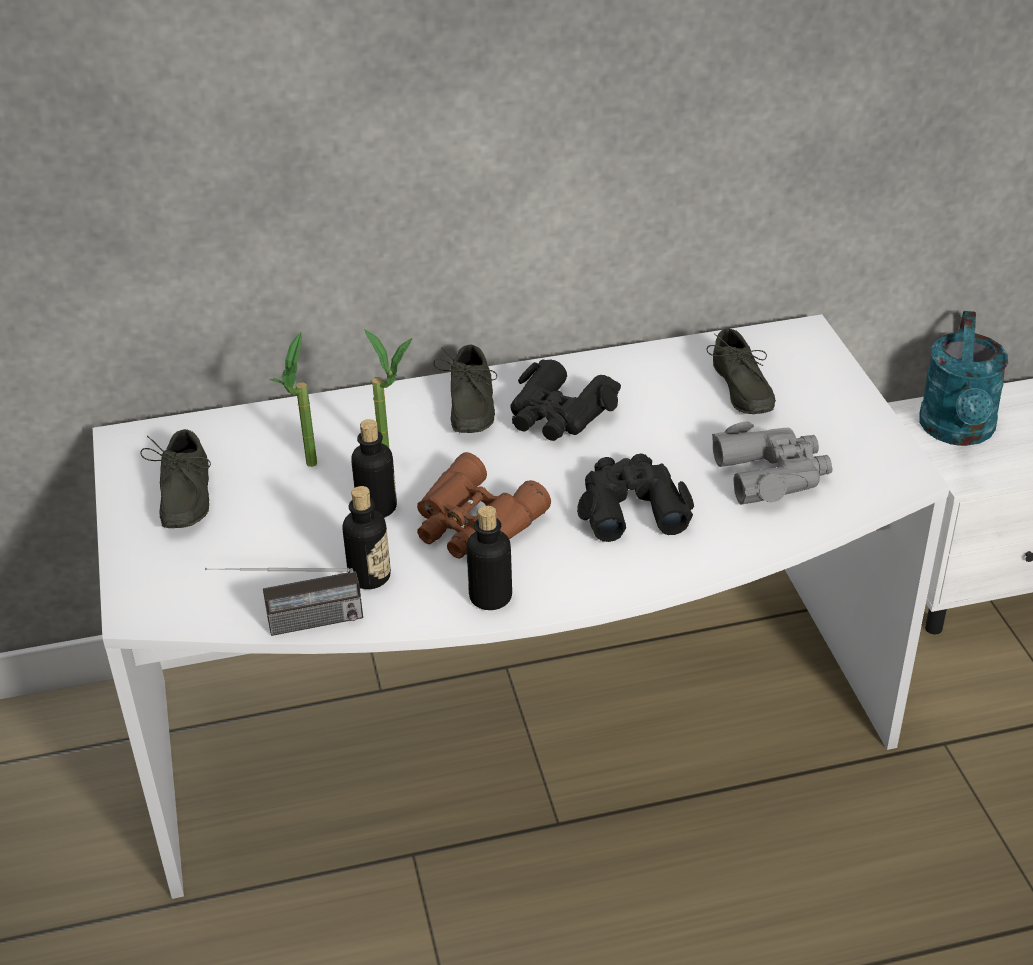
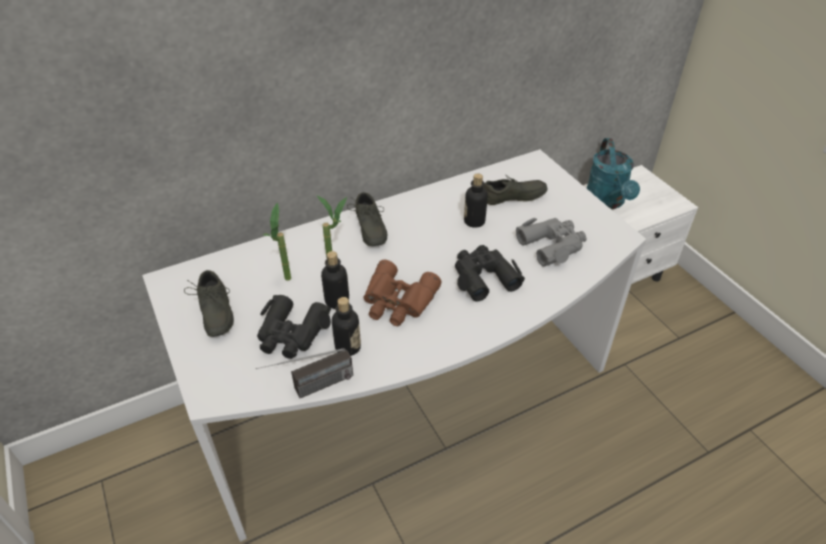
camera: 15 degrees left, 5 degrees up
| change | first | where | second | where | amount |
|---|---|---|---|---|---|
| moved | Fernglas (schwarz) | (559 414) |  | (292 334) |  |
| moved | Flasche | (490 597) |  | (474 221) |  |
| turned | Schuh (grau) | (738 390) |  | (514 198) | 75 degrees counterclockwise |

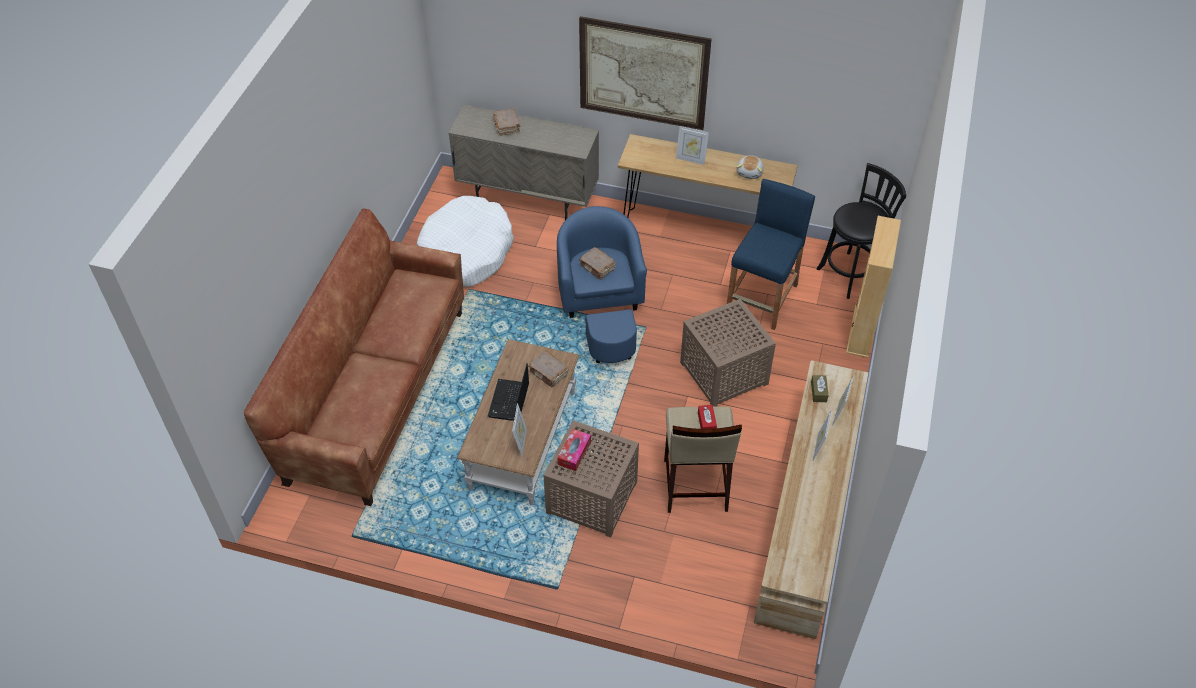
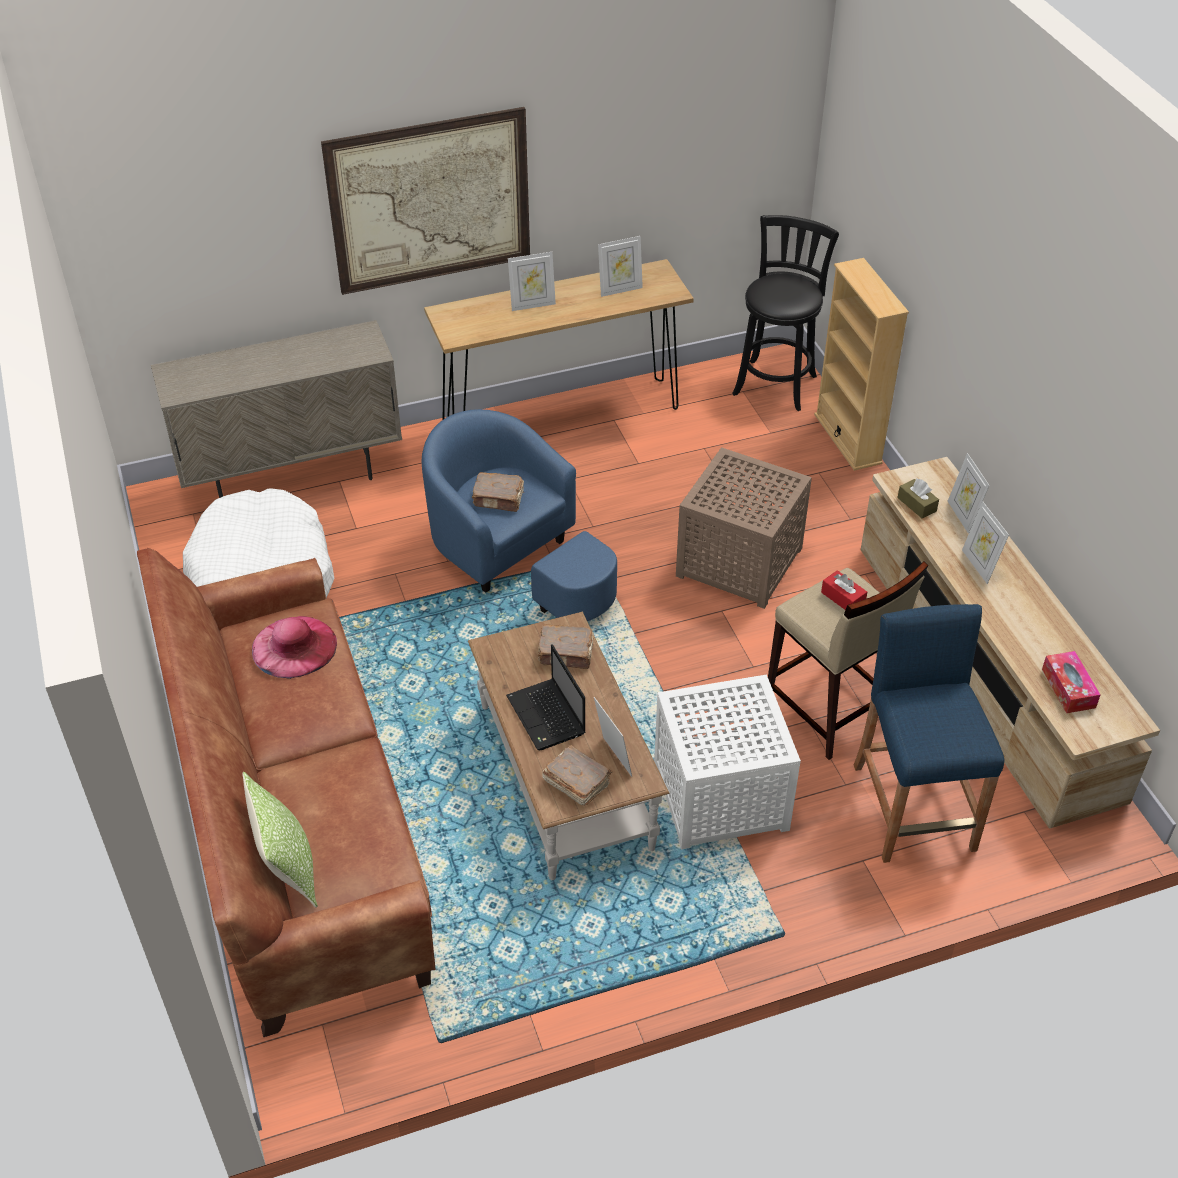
camera: 35 degrees left, 5 degrees down
| change | first | where | second | where | amount |
|---|---|---|---|---|---|
| added |  |  | Kissen | (288 868) |  |
| added |  |  | Hut (rosa) | (294 646) |  |
| moved | Buch (braun) | (507 126) |  | (576 782) |  |
| replaced | Plüschtier | (750 172) | Bilderrahmen | (620 289) |  |
| recoloured | Beistelltisch (braun) | (591 496) | Beistelltisch (weiß) | (718 795) |  |
| moved | Hocker (blau) | (762 298) |  | (913 807) |  |
| moved | Taschentuchbox | (574 453) |  | (1068 688) |  |

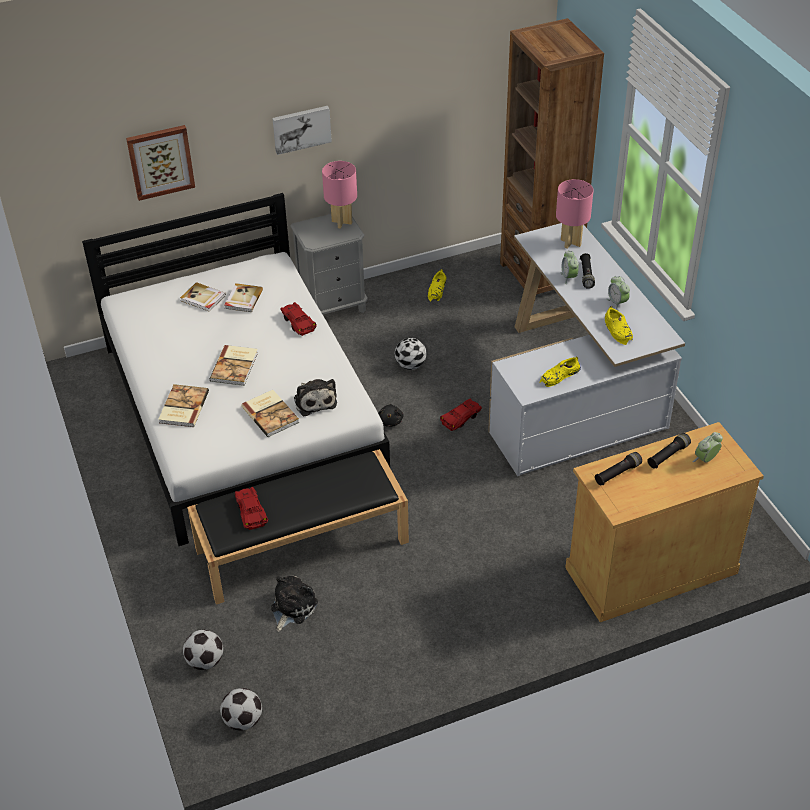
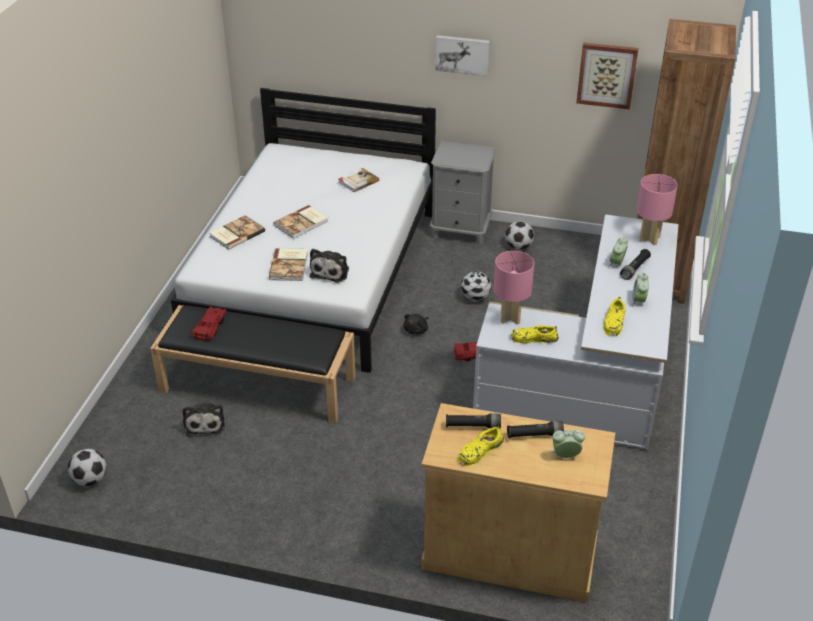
camera: 35 degrees right, 5 degrees down
| change | first | where | second | where | amount |
|---|---|---|---|---|---|
| turned | Plüschtier | (292 607) |  | (205 423) | 105 degrees clockwise |
| moved | Schuh (gelb) | (437 290) |  | (479 451) |  |
| moved | Tischlampe (rosa) | (342 222) |  | (510 318) |  |
| moved | Fußball | (205 661) |  | (518 247) |  |
| moved | Bild | (160 161) |  | (607 75) |  |
| removed | Buch | (203 298) |  |  |  |
| removed | Spielzeugauto (rot) | (298 322) |  |  |  |

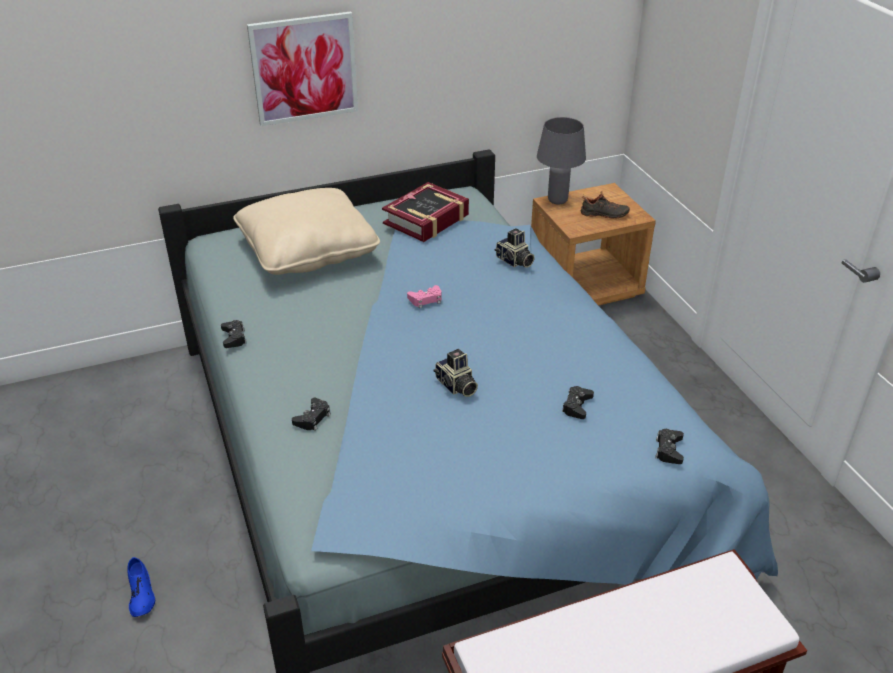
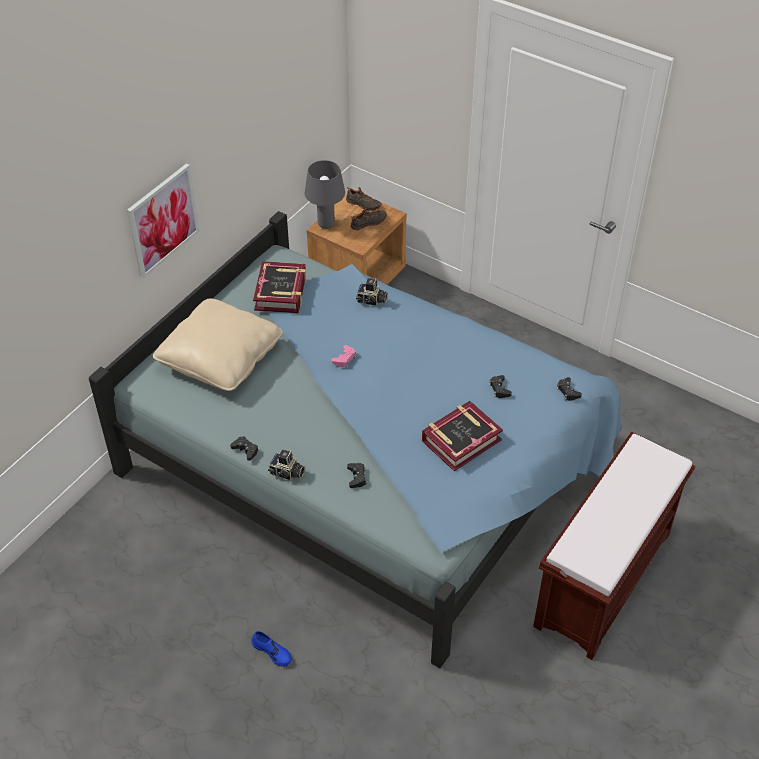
camera: 35 degrees left, 10 degrees up
| change | first | where | second | where | amount |
|---|---|---|---|---|---|
| moved | Kamera | (456 386) |  | (287 473) |  |
| added |  |  | Schuh (schwarz) | (363 205) |  |
| added |  |  | Buch | (461 440) |  |

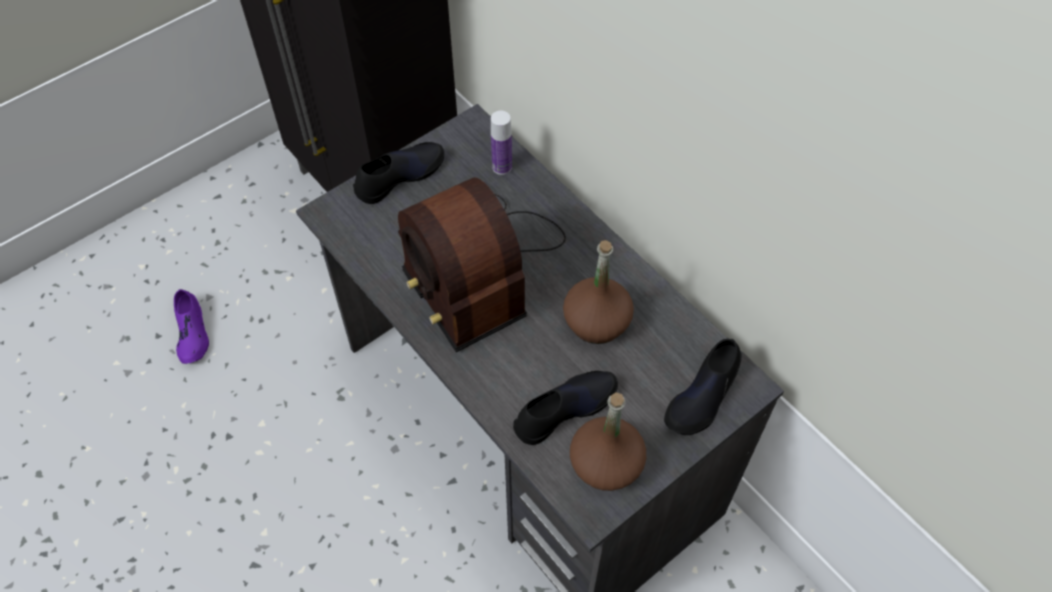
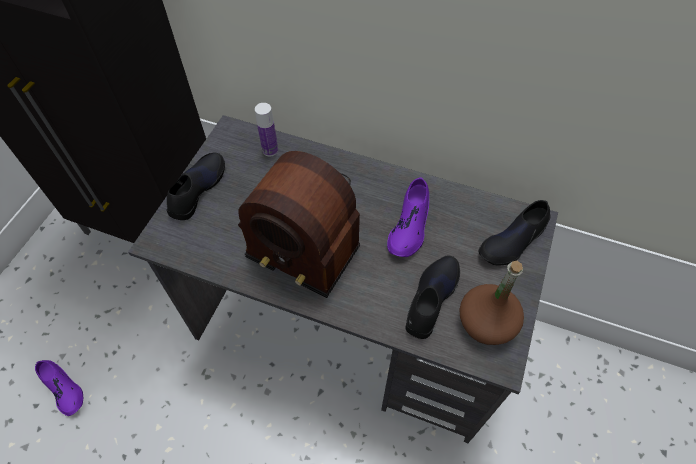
camera: 30 degrees left, 0 degrees up
| change | first | where | second | where | amount |
|---|---|---|---|---|---|
| replaced | Flasche (braun) | (597 322) | Schuh (lila) | (409 226) |  |
| turned | Schuh (schwarz) | (703 395) |  | (513 241) | 45 degrees clockwise |

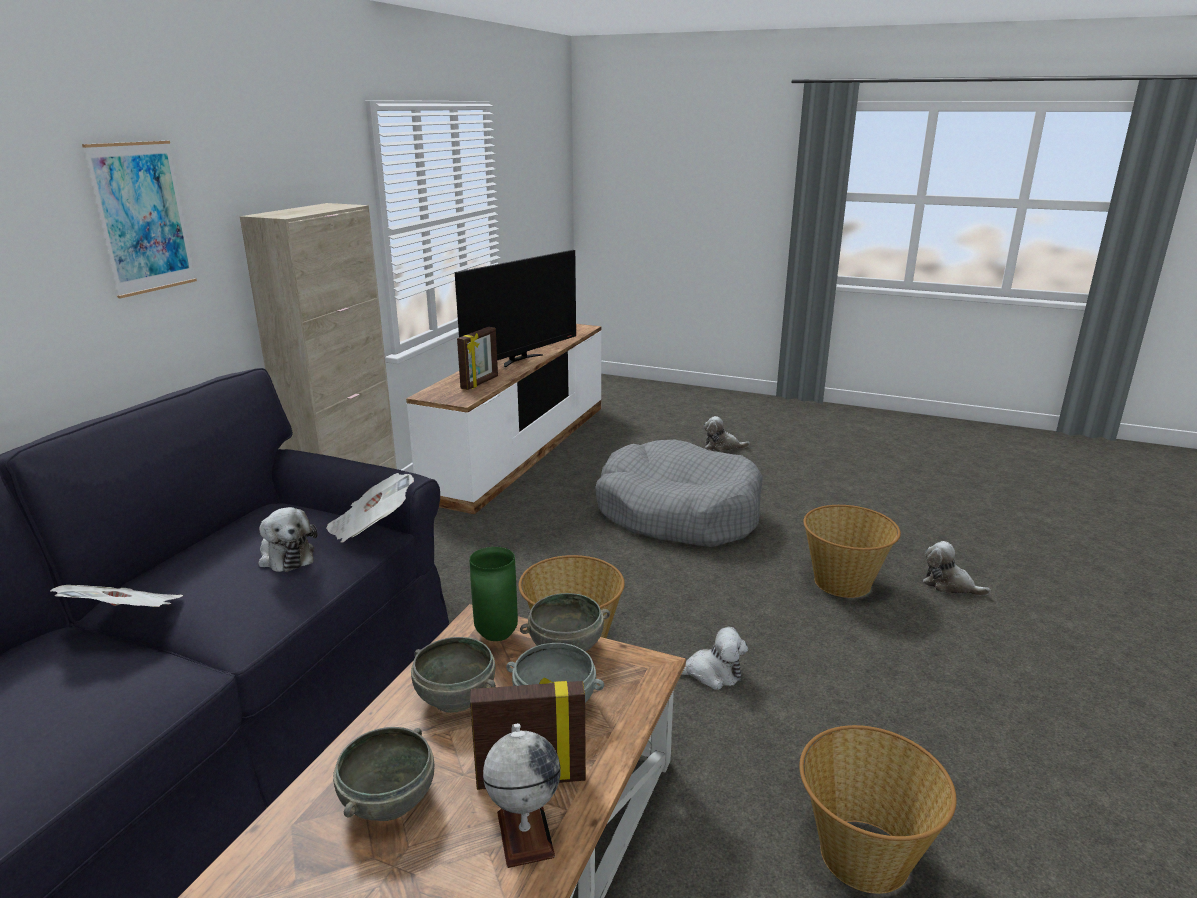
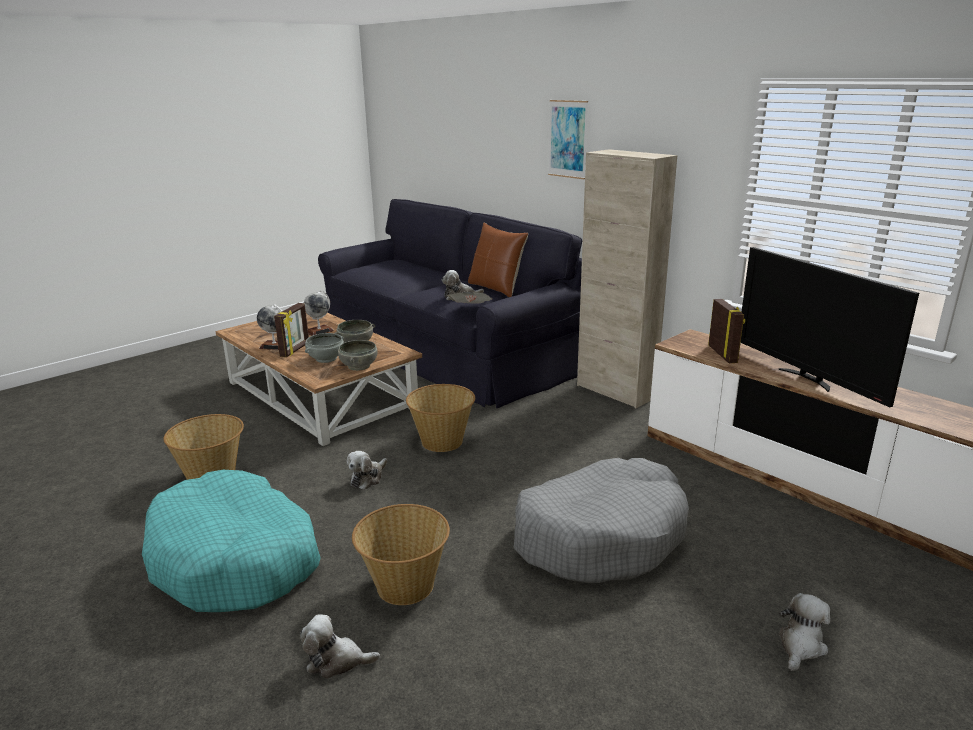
camera: 115 degrees right, 0 degrees up
| change | first | where | second | where | amount |
|---|---|---|---|---|---|
| added |  |  | Hundebett (türkis) | (236 559) |  |
| turned | Plüschtier | (949 585) |  | (336 661) | 150 degrees counterclockwise |
| replaced | Schüssel (grau) | (387 799) | Globus | (319 331) |  |
| added |  |  | Kissen (braun) | (496 288) |  |
| turned | Bilderrahmen | (480 383) |  | (723 354) | 150 degrees counterclockwise |
| removed | Zeitung | (127 619) |  |  |  |
| removed | Vase (grün) | (498 635) |  |  |  |

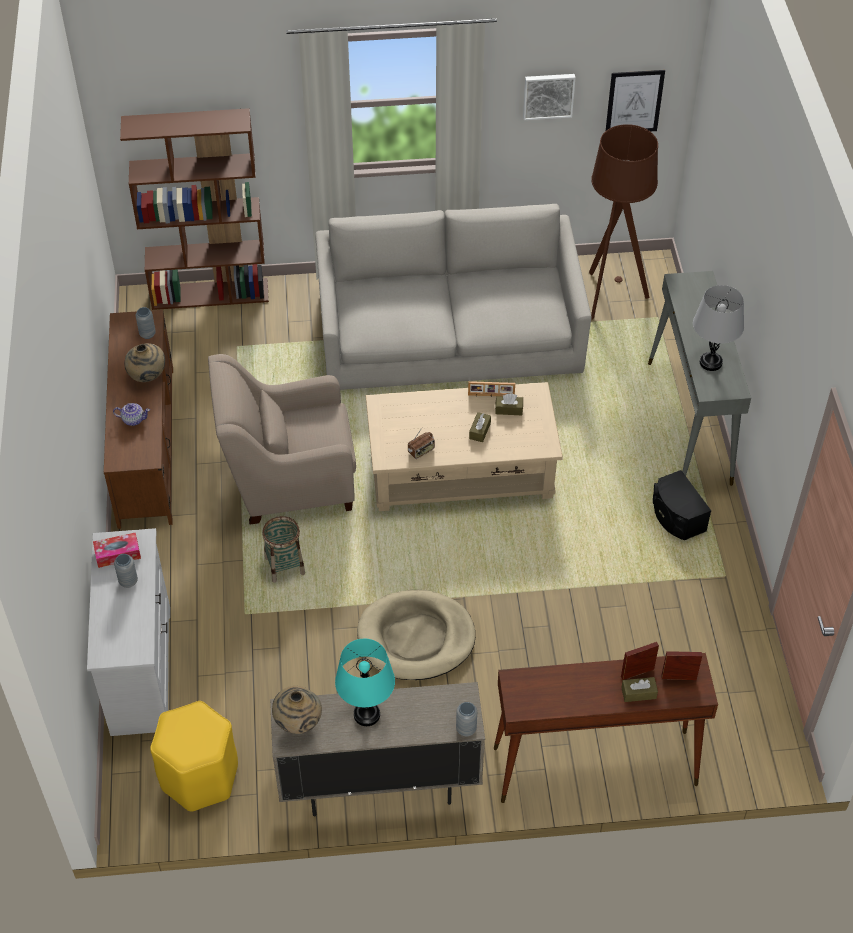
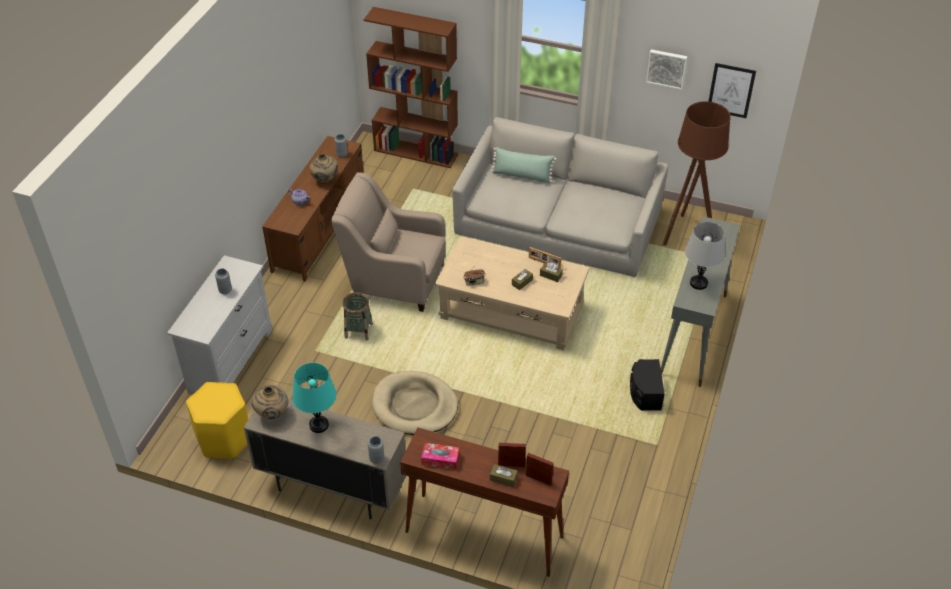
camera: 25 degrees right, 5 degrees down
| change | first | where | second | where | amount |
|---|---|---|---|---|---|
| moved | Taschentuchbox | (118 554) |  | (440 459) |  |
| added |  |  | Kissen (grün) | (522 175) |  |

